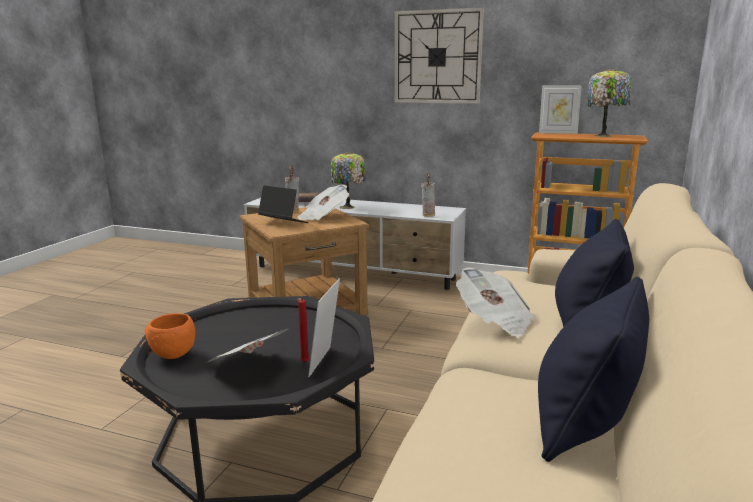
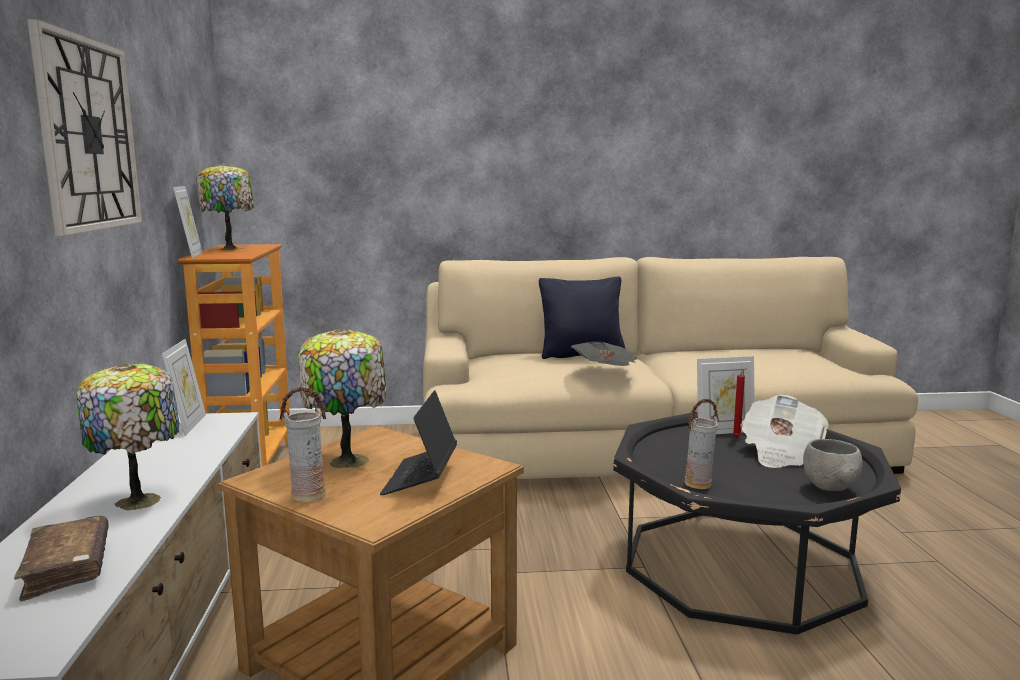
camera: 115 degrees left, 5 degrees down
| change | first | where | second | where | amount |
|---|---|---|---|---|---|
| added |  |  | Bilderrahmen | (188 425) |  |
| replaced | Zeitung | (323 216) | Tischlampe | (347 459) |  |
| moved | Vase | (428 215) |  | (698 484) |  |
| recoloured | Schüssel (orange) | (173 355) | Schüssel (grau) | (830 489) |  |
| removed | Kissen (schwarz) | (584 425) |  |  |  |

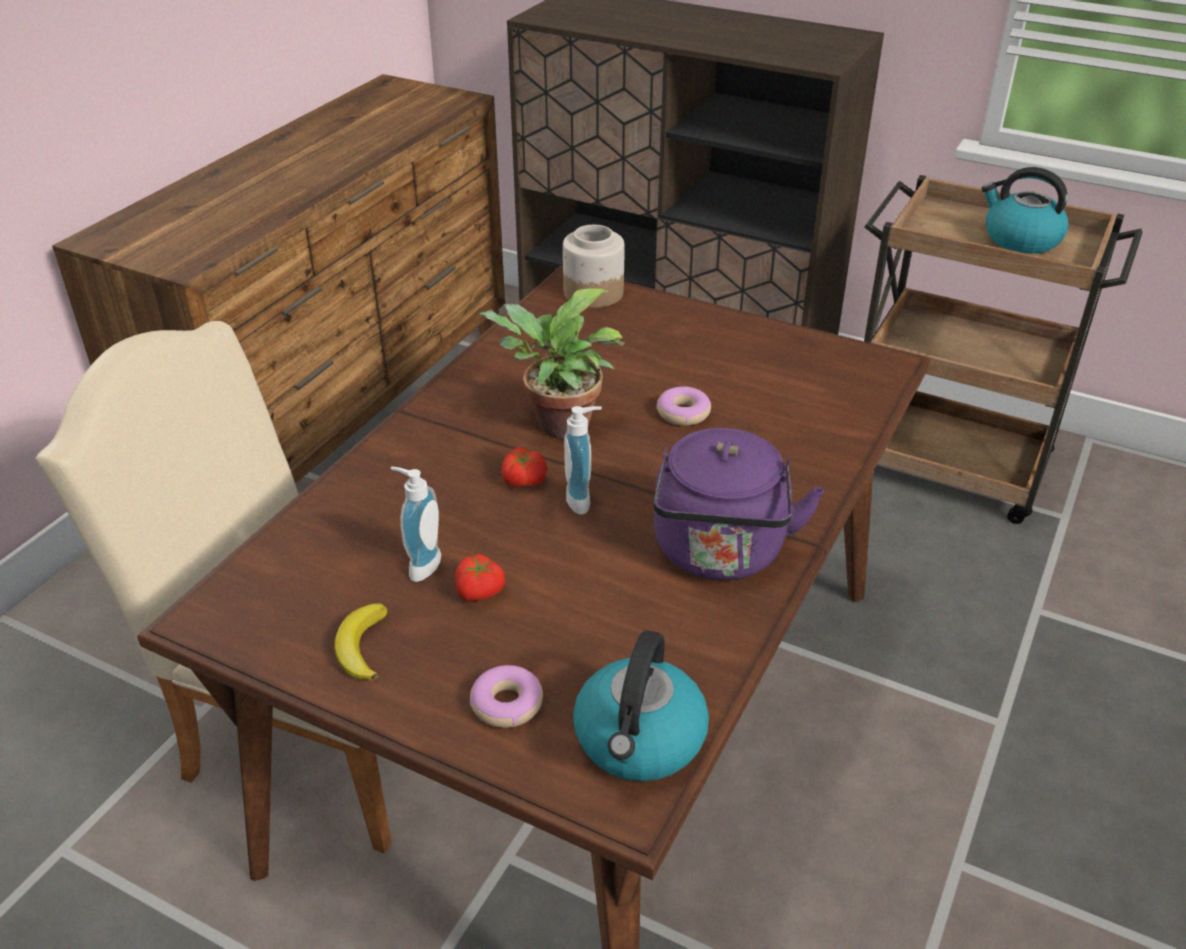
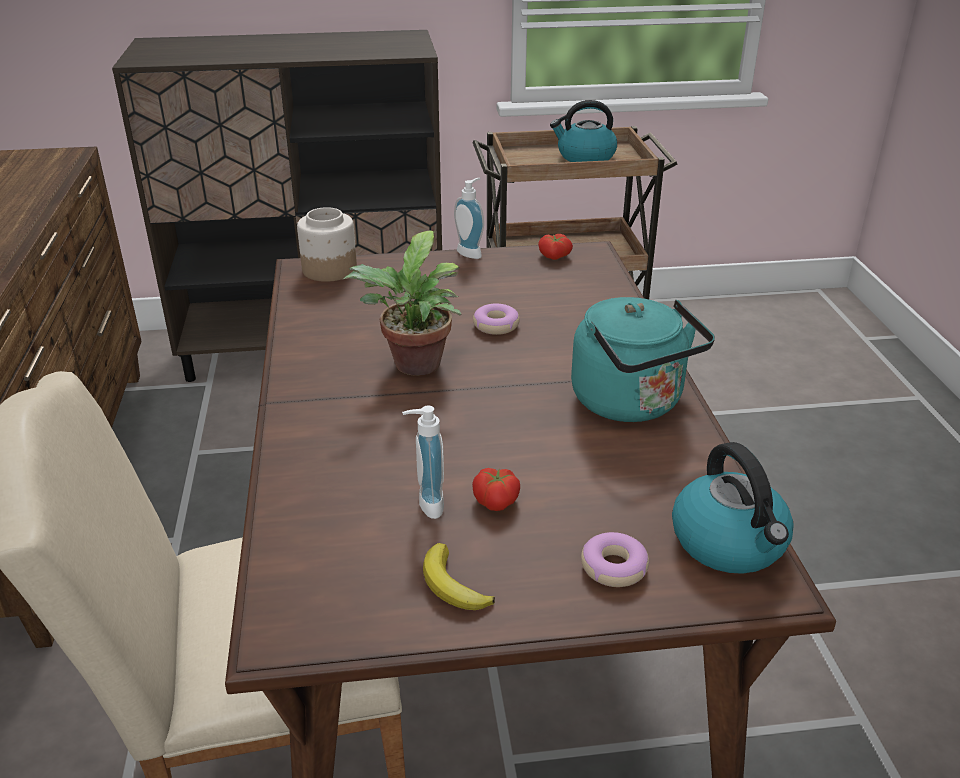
camera: 35 degrees left, 5 degrees down
| change | first | where | second | where | amount |
|---|---|---|---|---|---|
| moved | Seifenspender | (583 500) |  | (471 252) |  |
| moved | Tomate | (523 481) |  | (554 257) |  |
| recoloured | Wasserkessel (lila) | (720 554) | Wasserkessel (türkis) | (632 403) |  |

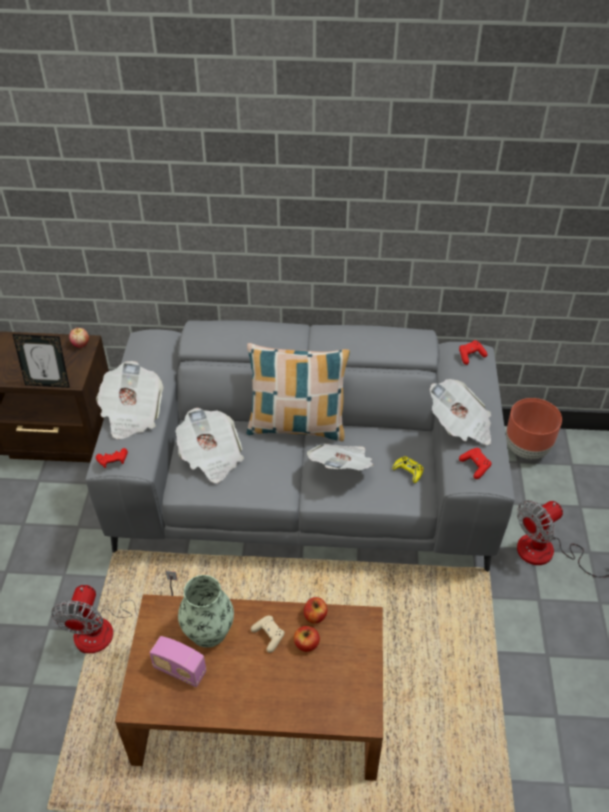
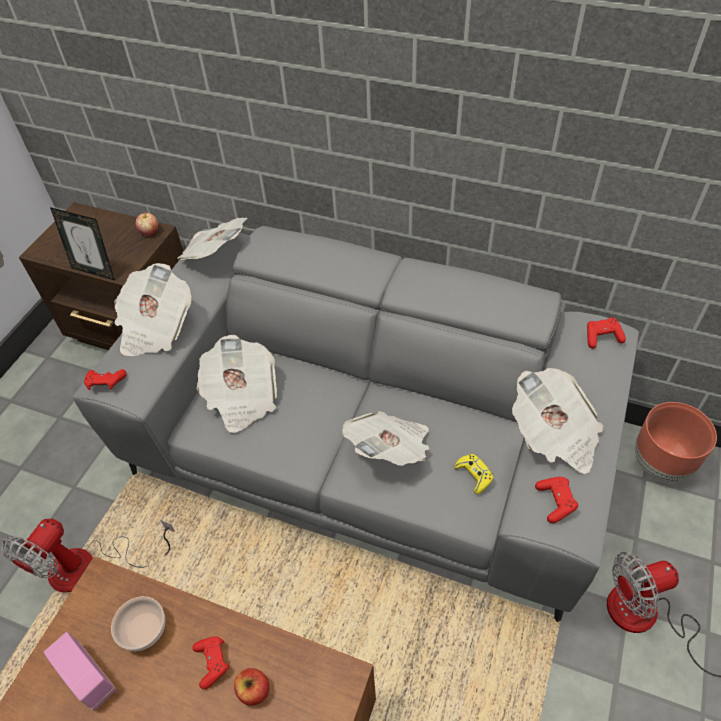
camera: 20 degrees right, 5 degrees up
| change | first | where | second | where | amount |
|---|---|---|---|---|---|
| replaced | Vase | (208 630) | Schüssel | (144 631) |  |
| added |  |  | Zeitung | (215 254) |  |
| recoloured | Gamepad (beige) | (269 636) | Gamepad (rot) | (213 662) |  |
| removed | Kissen | (297 426) |  |  |  |
| removed | Apfel | (315 616) |  |  |  |

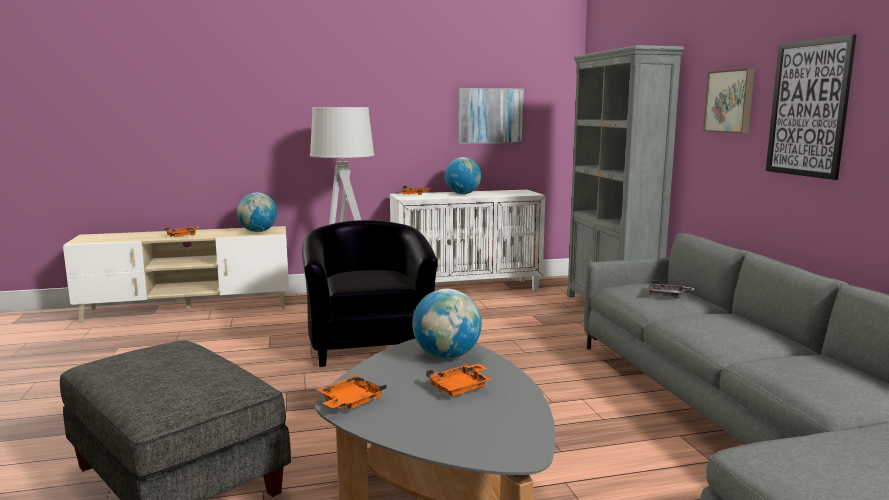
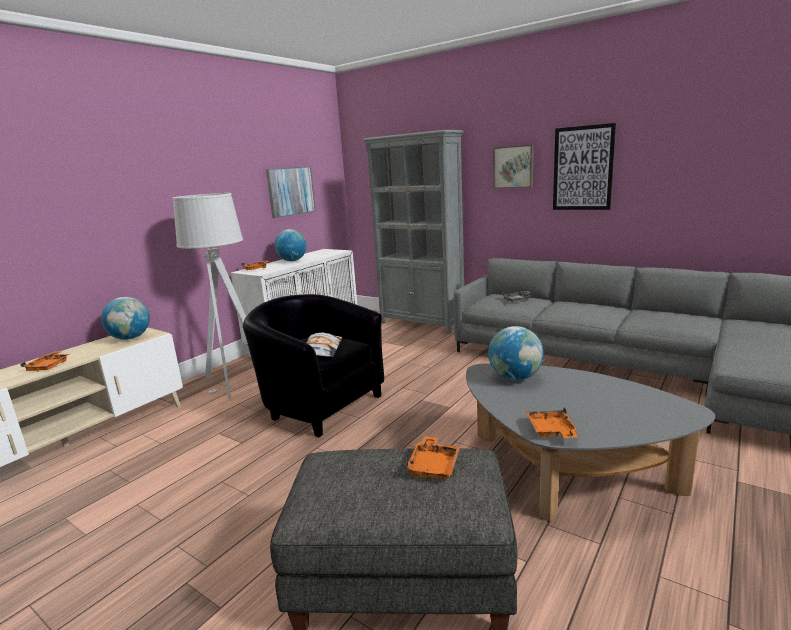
camera: 40 degrees left, 5 degrees up
| change | first | where | second | where | amount |
|---|---|---|---|---|---|
| added |  |  | Kissen | (321 350) |  |
| moved | Tablett (orange) | (460 388) |  | (434 466) |  |

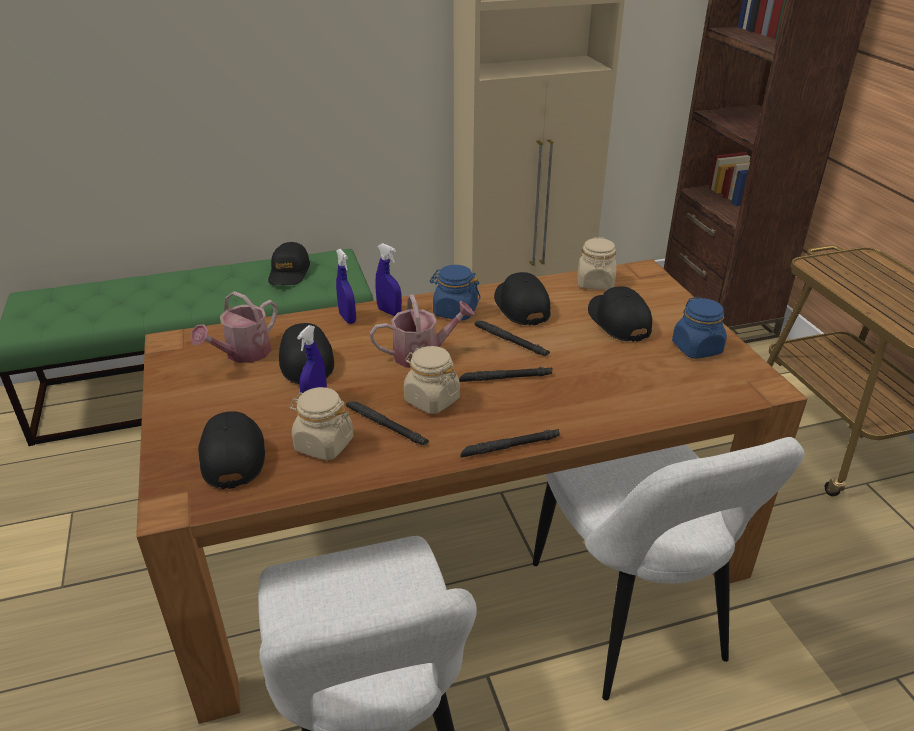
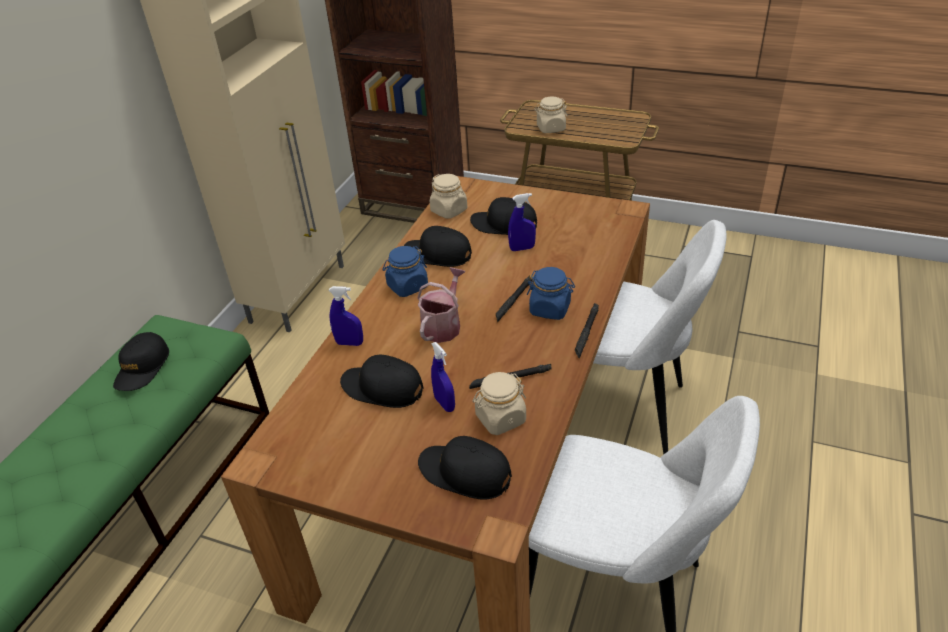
camera: 50 degrees left, 5 degrees up
| change | first | where | second | where | amount |
|---|---|---|---|---|---|
| turned | Kappe (schwarz) | (289 272) |  | (142 368) | 60 degrees clockwise |
| moved | Sprühflasche (blau) | (389 312) |  | (522 248) |  |
| moved | Vorratsglas (blau) | (697 348) |  | (550 309) |  |
| moved | Vorratsglas (beige) | (431 400) |  | (550 128) |  |
| removed | Gießkanne | (243 354) |  |  |  |
| removed | Taschenlampe (schwarz) | (511 341) |  |  |  |

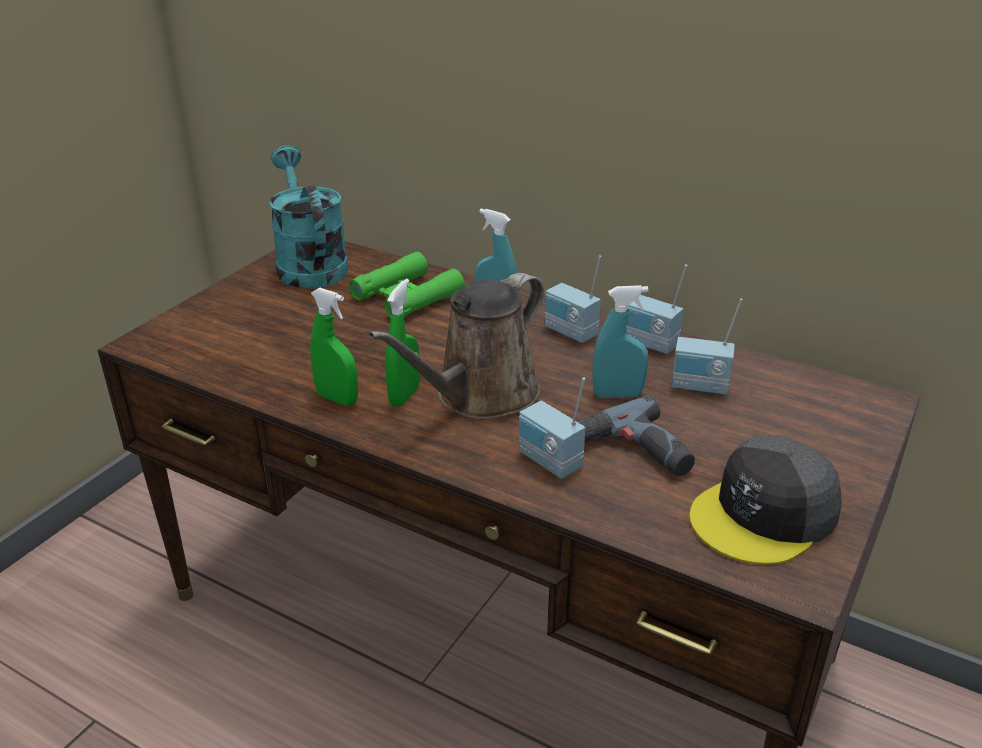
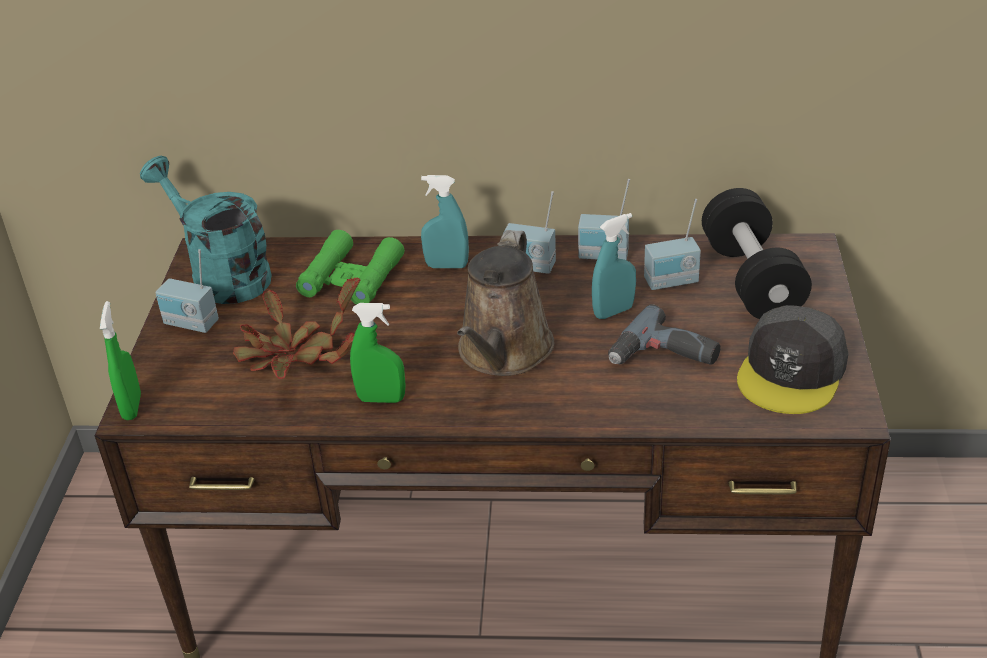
camera: 25 degrees left, 5 degrees up
| change | first | where | second | where | amount |
|---|---|---|---|---|---|
| moved | Sprühflasche (grün) | (404 395) |  | (132 407) |  |
| moved | Radio | (548 462) |  | (190 324) |  |
| added |  |  | Topfpflanze | (293 356) |  |
| added |  |  | Hantel (schwarz) | (751 279) |  |

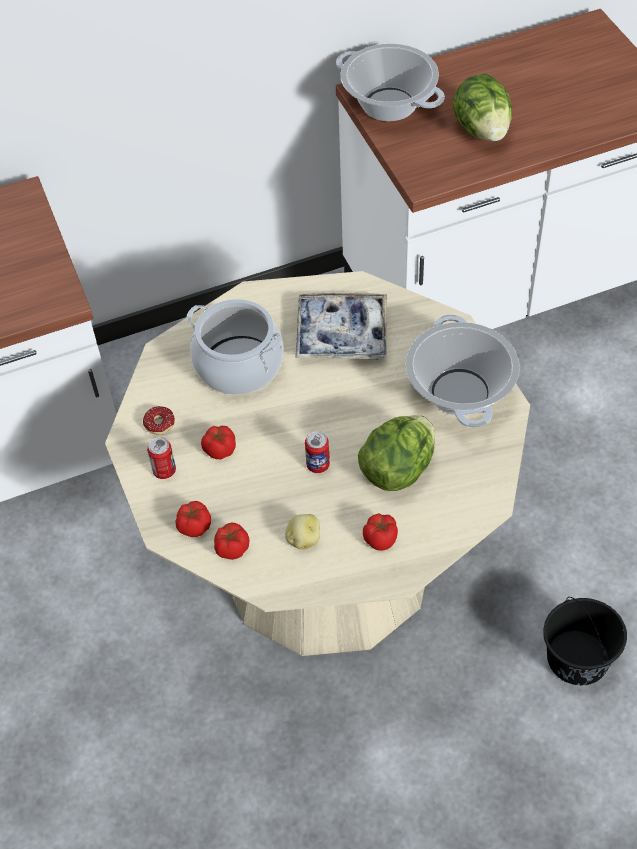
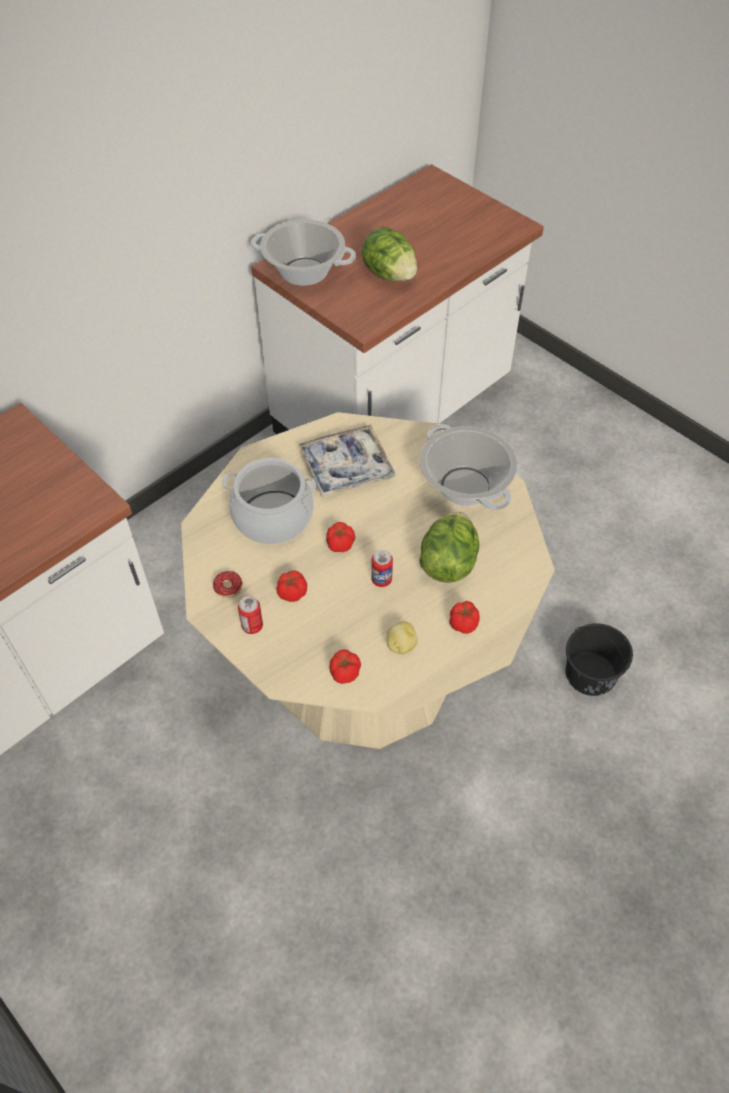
camera: 25 degrees left, 0 degrees up
| change | first | where | second | where | amount |
|---|---|---|---|---|---|
| moved | Tomate | (194 527) |  | (340 545) |  |

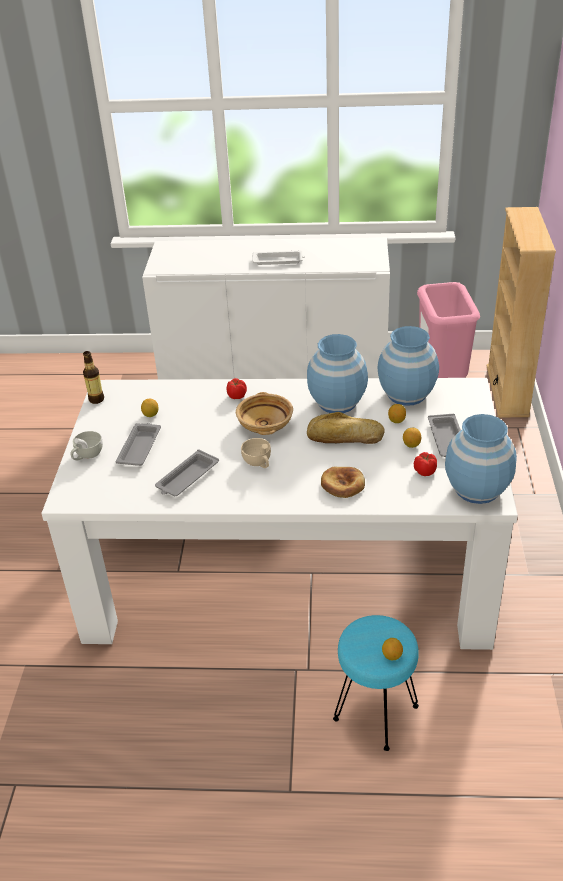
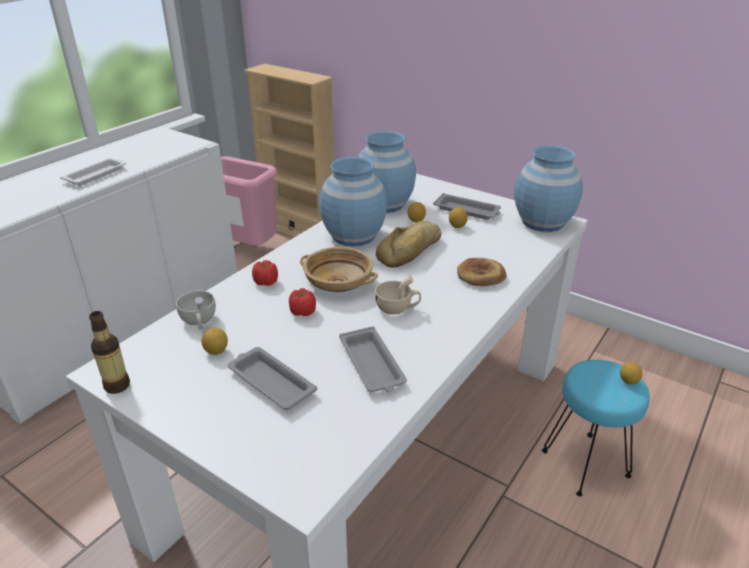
camera: 60 degrees left, 5 degrees down
| change | first | where | second | where | amount |
|---|---|---|---|---|---|
| moved | Tasse (weiß) | (87 455) |  | (199 322) |  |
| moved | Tomate | (425 471) |  | (303 311) |  |

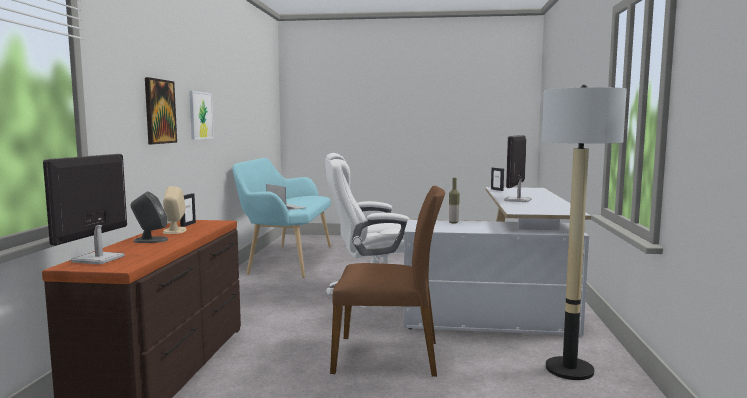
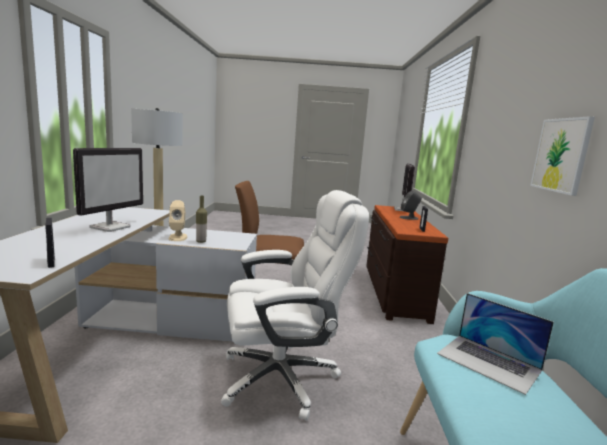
camera: 175 degrees right, 5 degrees up
| change | first | where | second | where | amount |
|---|---|---|---|---|---|
| moved | Lautsprecher (beige) | (174 231) |  | (178 237) |  |
| removed | Bild | (159 111) |  |  |  |

